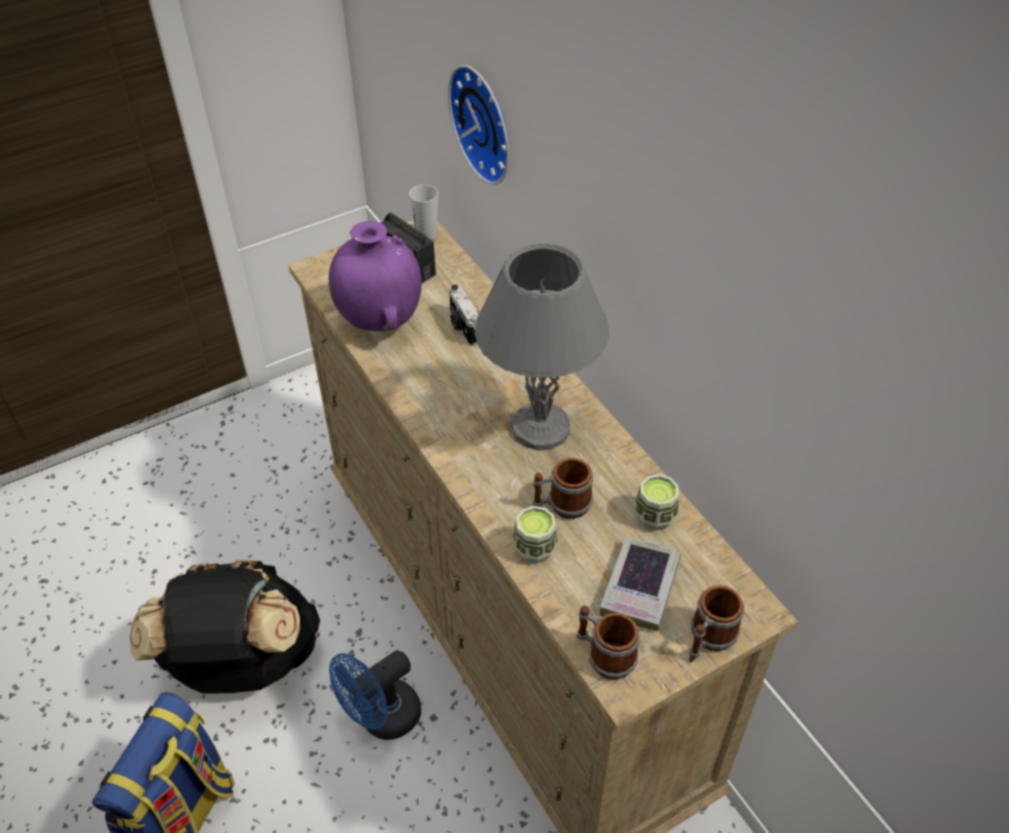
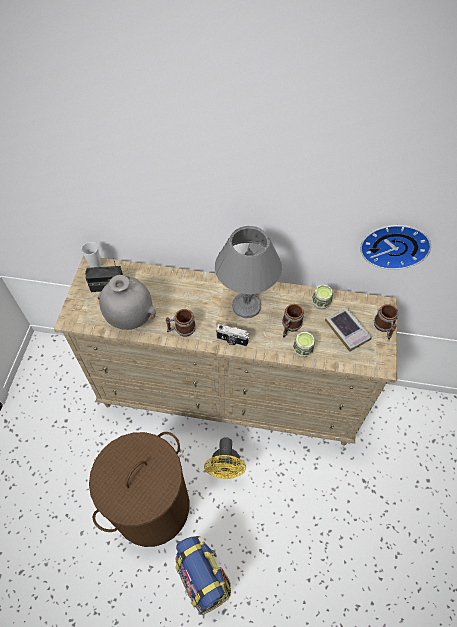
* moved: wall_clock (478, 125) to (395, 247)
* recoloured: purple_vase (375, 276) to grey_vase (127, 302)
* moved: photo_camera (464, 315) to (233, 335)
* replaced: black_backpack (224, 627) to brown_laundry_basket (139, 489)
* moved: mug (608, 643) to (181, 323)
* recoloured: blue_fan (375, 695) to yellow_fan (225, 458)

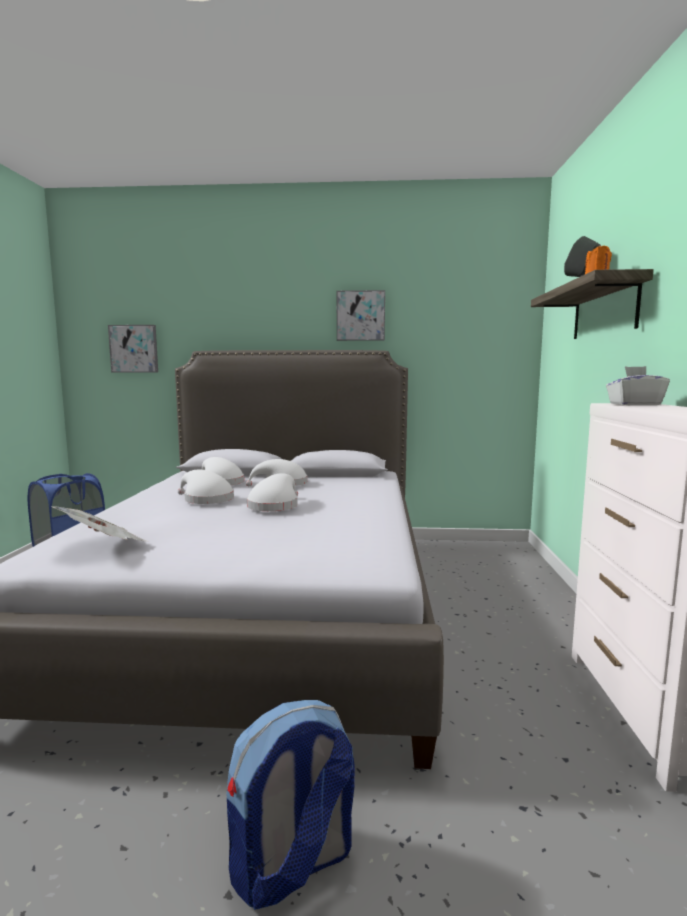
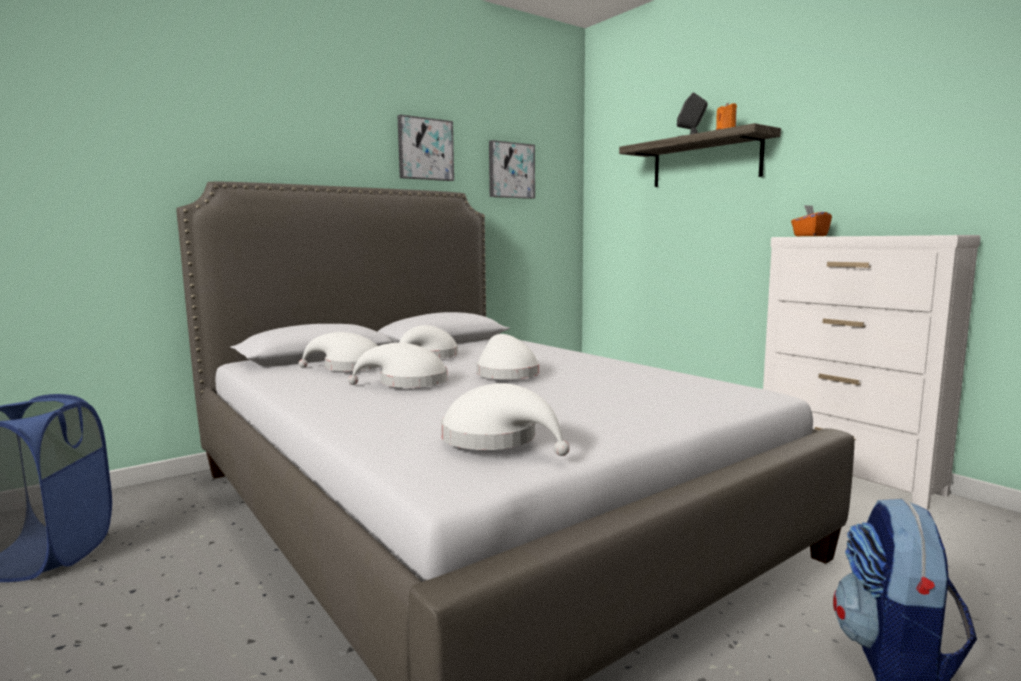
* moved: picture (133, 348) to (512, 169)
* recoloured: white_tissue_box (638, 385) to orange_tissue_box (811, 220)
* replaced: newspaper (98, 523) to white_hat (505, 419)

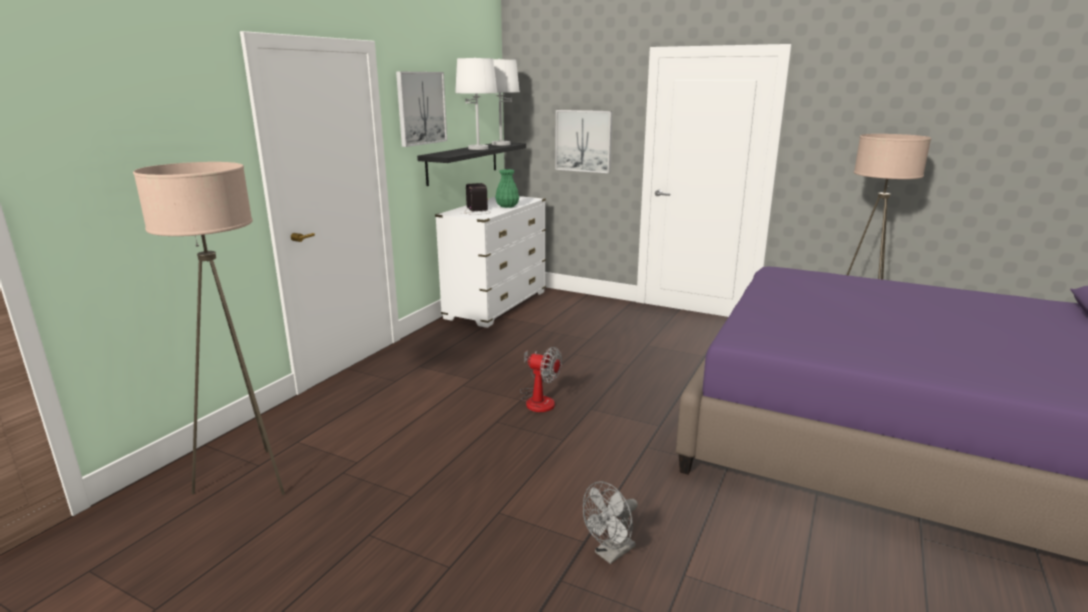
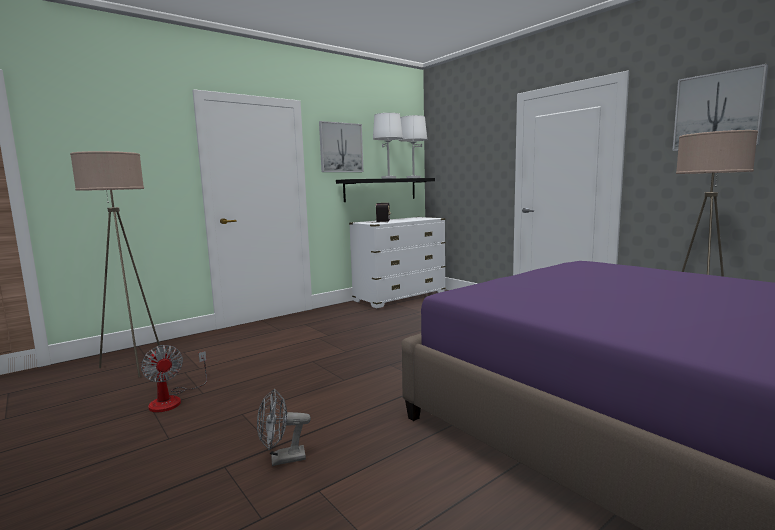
* moved: picture (584, 141) to (720, 107)
* removed: green_vase (507, 188)
* moved: fan (541, 379) to (174, 378)

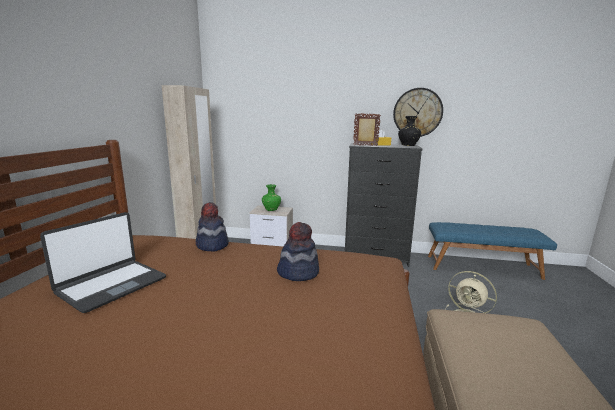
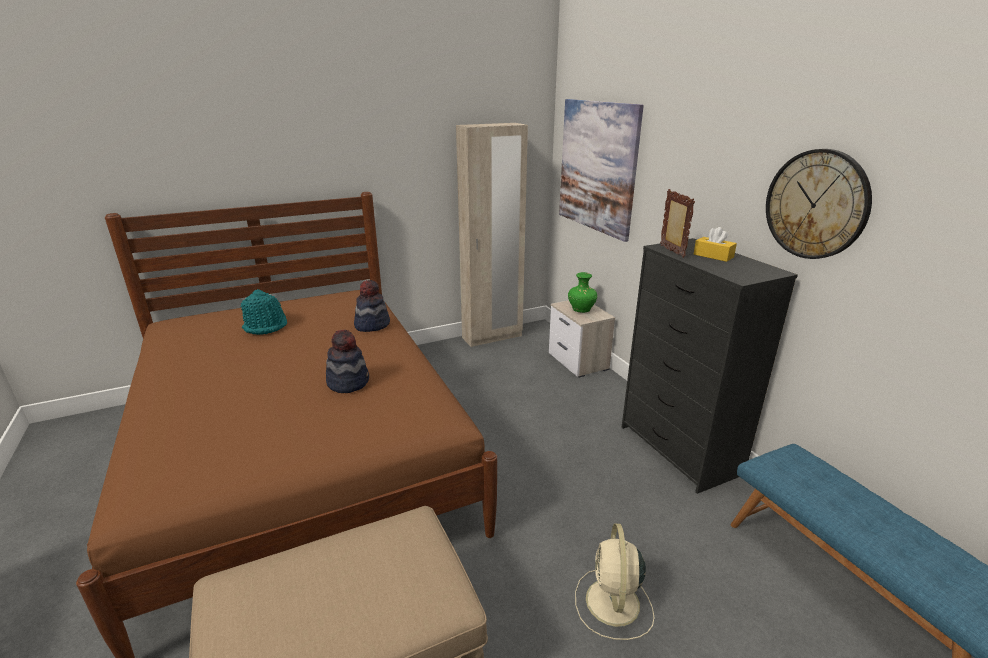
* removed: black_vase (409, 131)
* replaced: laptop (103, 262) to turquoise_hat (264, 312)
* added: picture (601, 170)

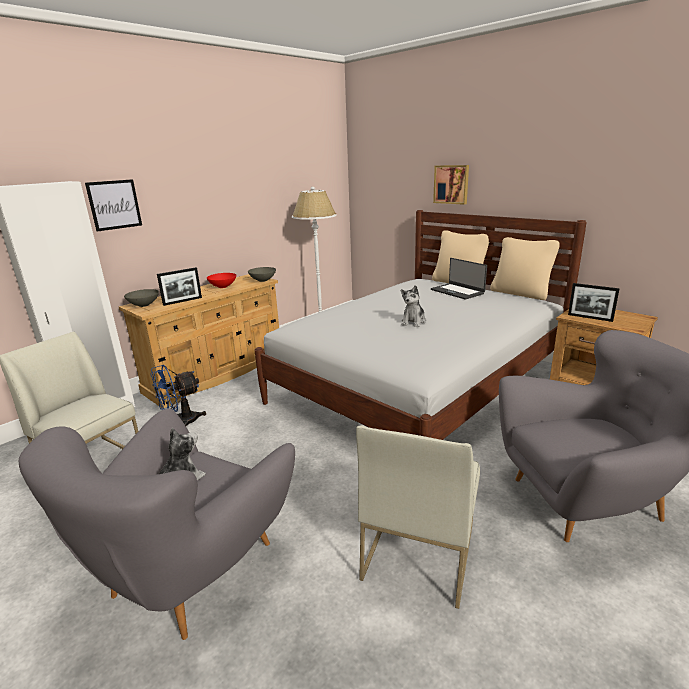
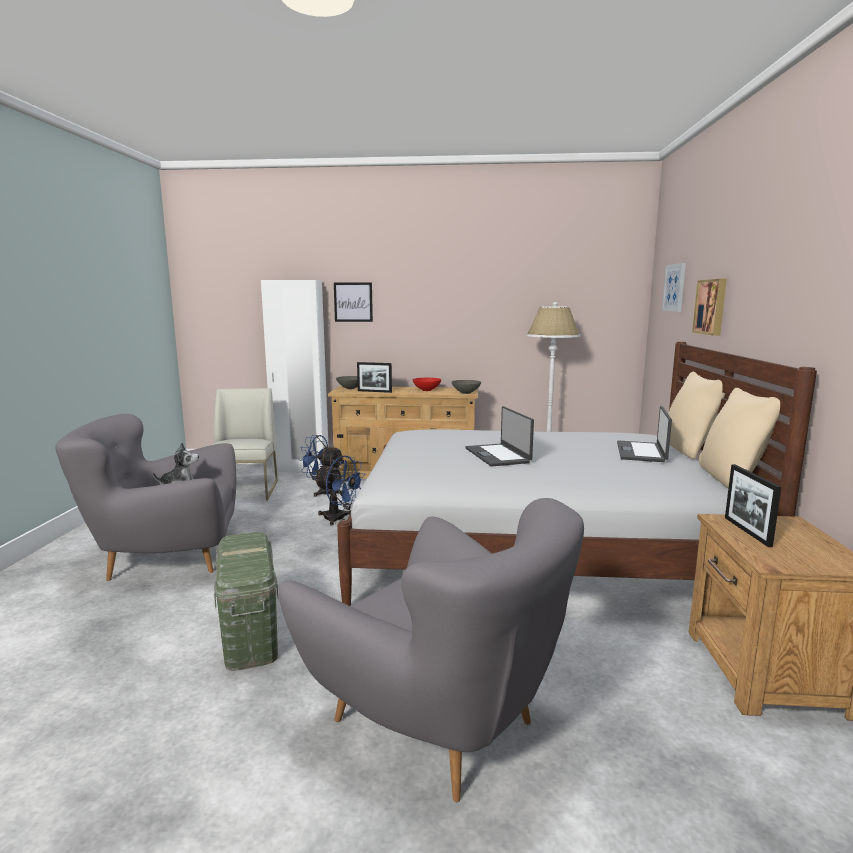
* replaced: plush_toy (413, 306) to laptop (499, 436)
* replaced: white_chair (418, 517) to green_storage_box (246, 601)
* added: picture (674, 287)
* added: blue_fan (339, 491)

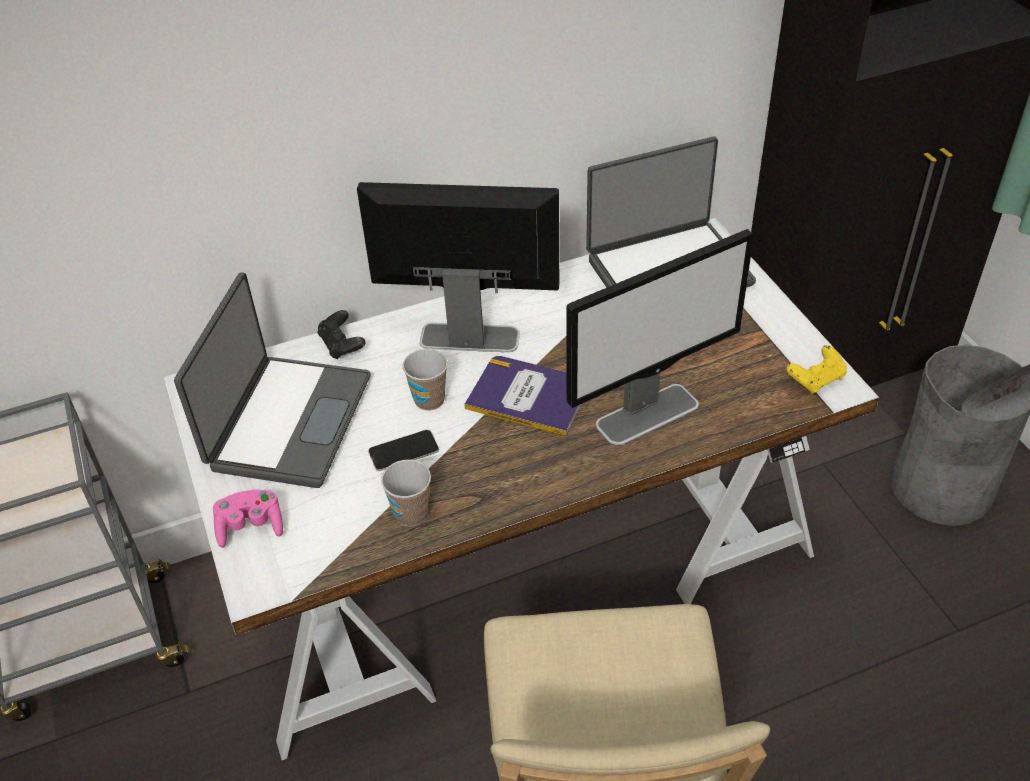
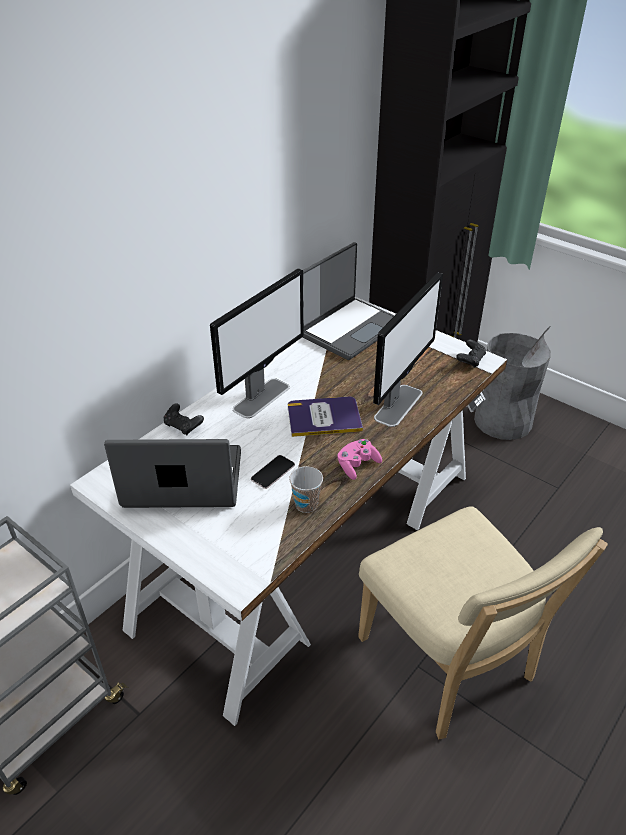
* turned: monitor (458, 267) = (257, 343) 150 degrees clockwise
* turned: laptop (272, 380) = (172, 473) 75 degrees counterclockwise
* recoloured: yellow_game_controller (816, 369) to black_game_controller (471, 354)
* removed: cup (425, 380)
* moved: pink_game_controller (248, 519) to (359, 459)

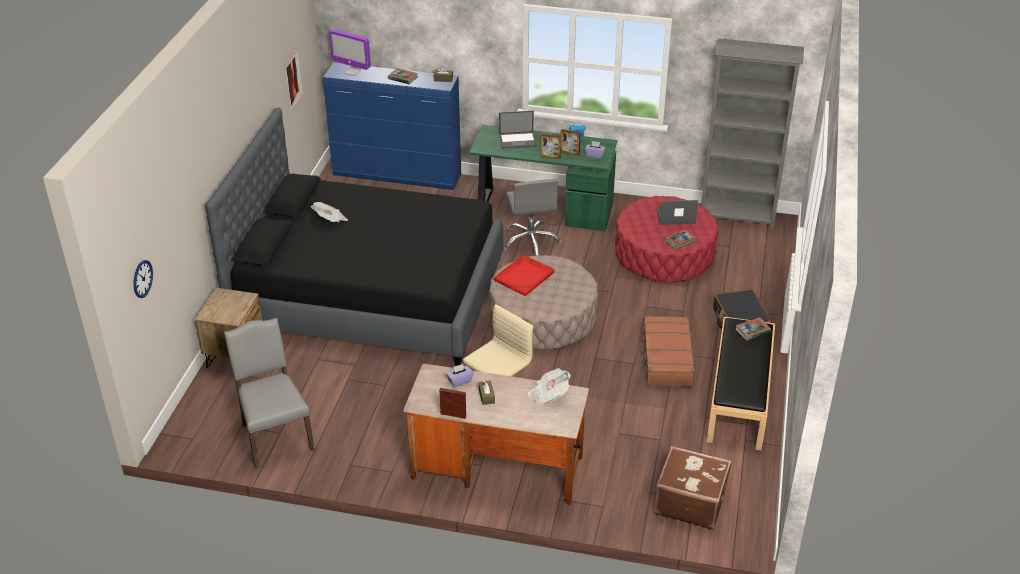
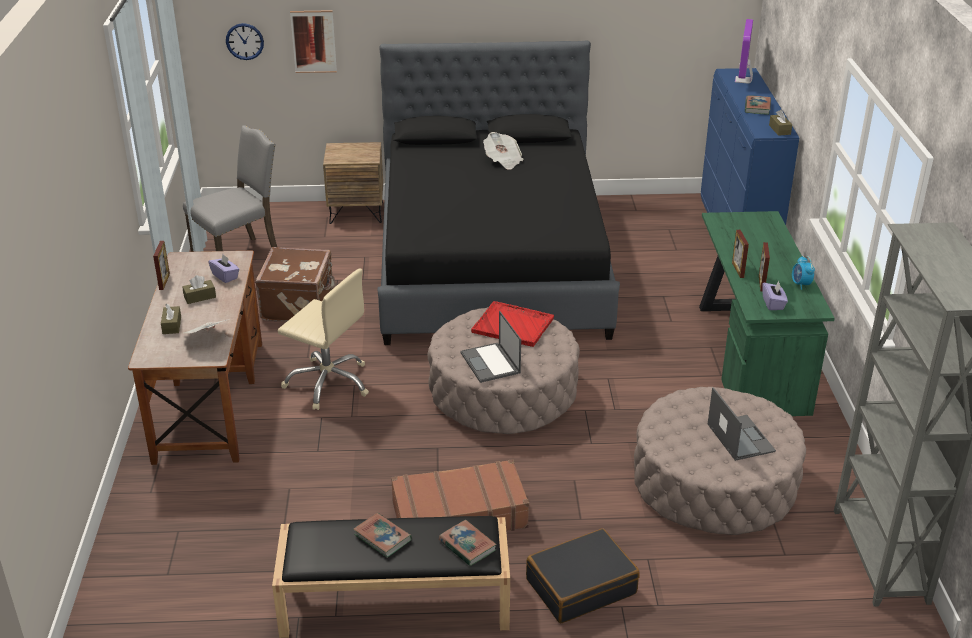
* moved: picture (294, 80) to (313, 41)
* moved: laptop (518, 130) to (490, 347)
* removed: grey_office_chair (532, 217)
* recoloured: red_ottoman (667, 239) to beige_ottoman (720, 461)
* moved: book (680, 240) to (382, 535)
* moved: brown_suitcase (693, 487) to (295, 284)
* added: brown_tissue_box (171, 319)

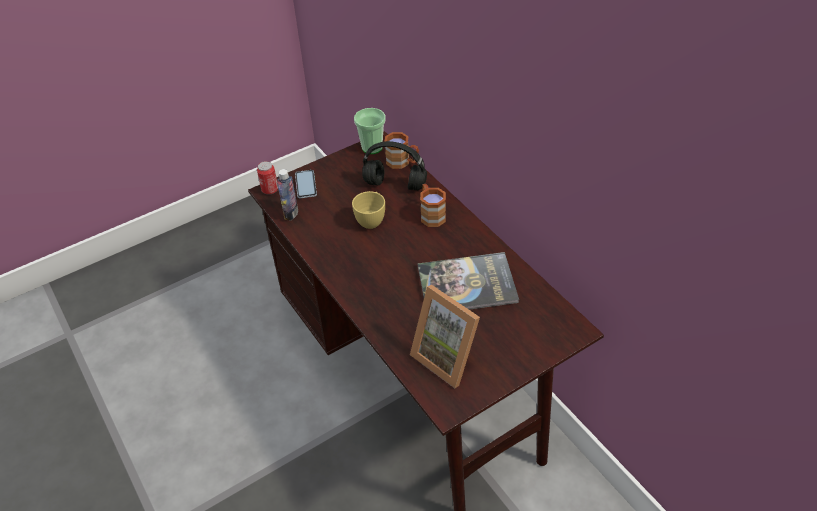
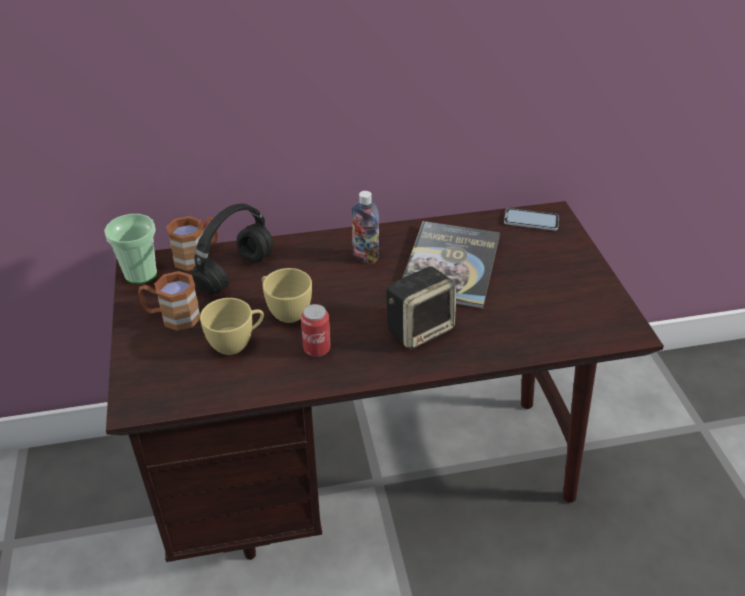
* moved: can (267, 178) to (316, 330)
* moved: bottle (287, 195) to (365, 227)
* moved: phone (306, 184) to (531, 219)
* moved: brown_mug (433, 205) to (169, 301)
* removed: picture_frame (445, 336)
* added: speaker (421, 308)
* added: yellow_cup (232, 326)

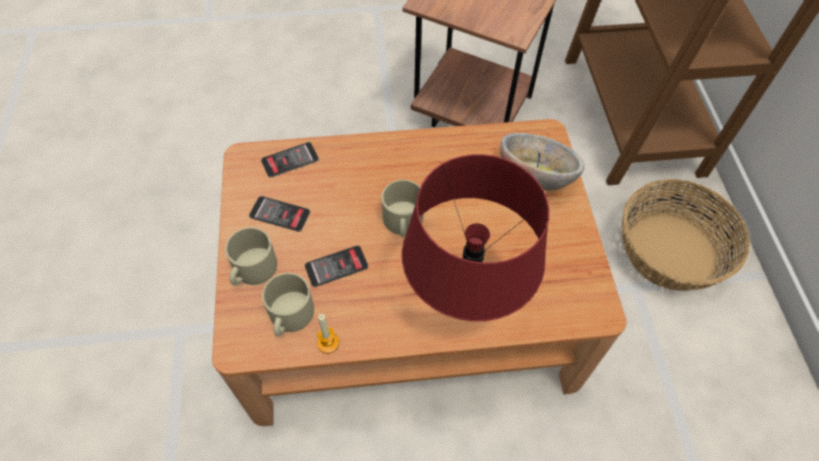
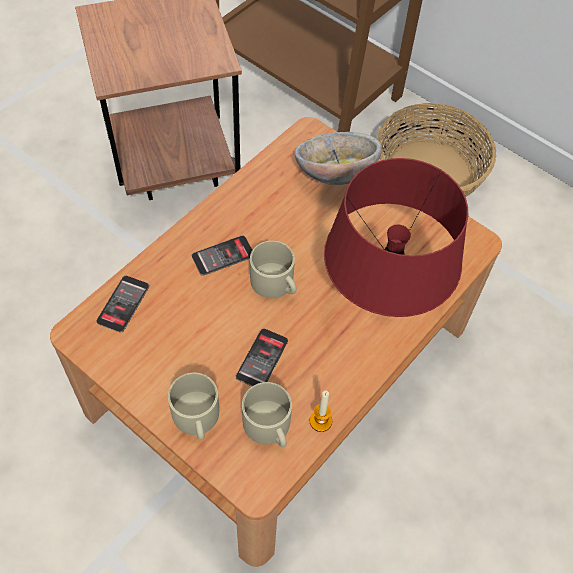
* moved: phone (279, 214) to (222, 255)

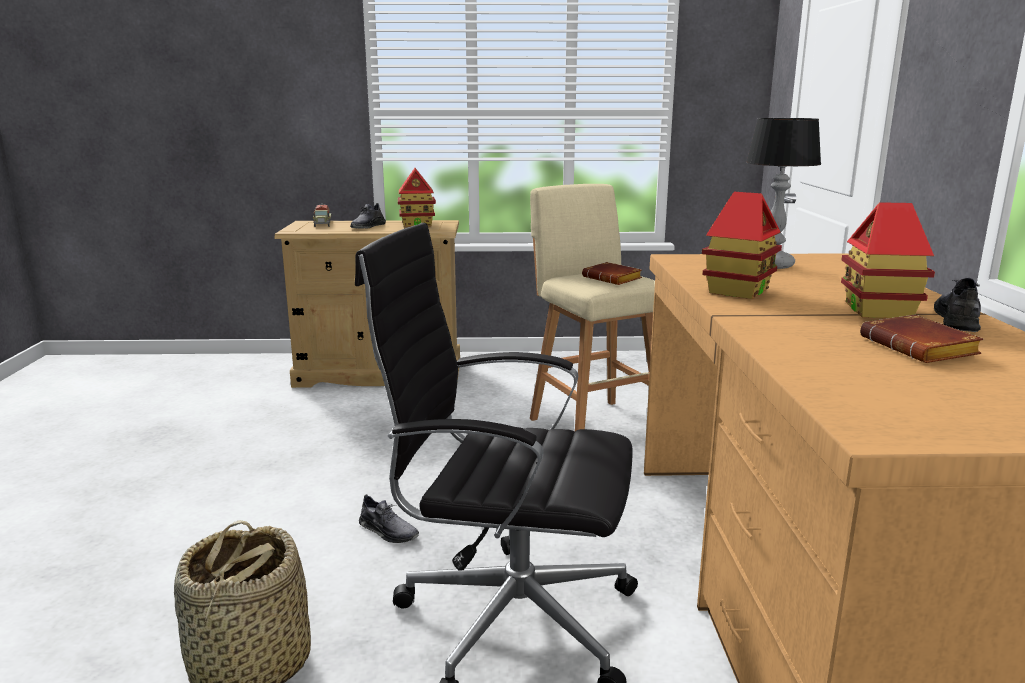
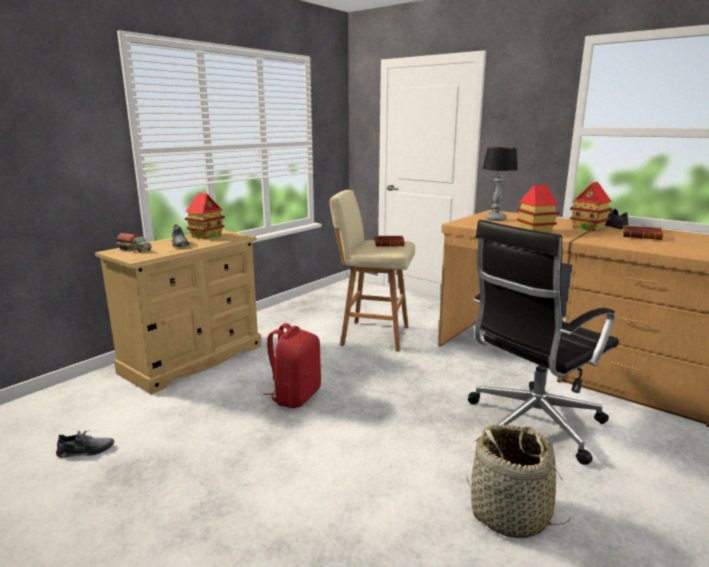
* moved: grey_shoe (389, 518) to (85, 444)
* added: red_backpack (292, 365)

